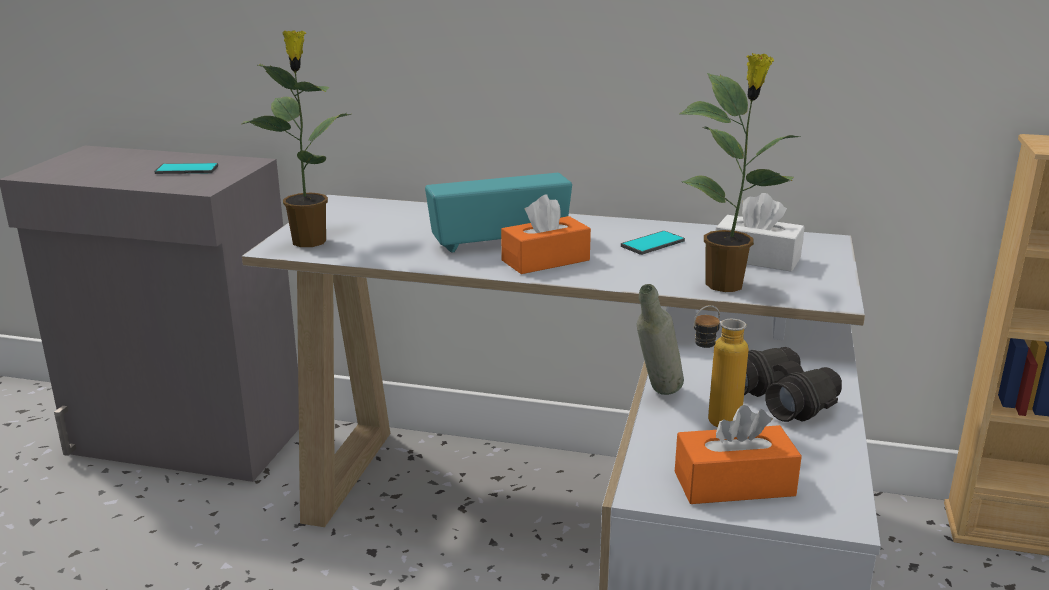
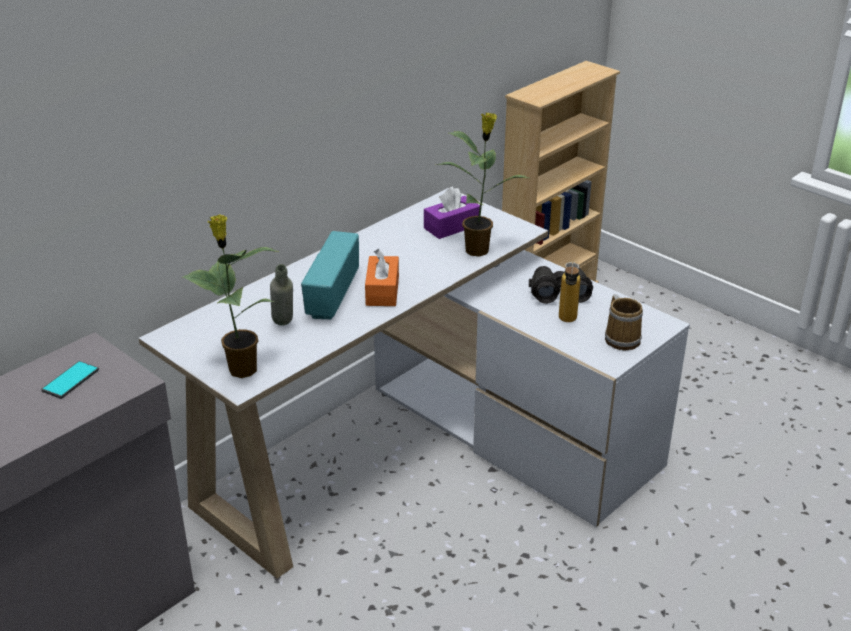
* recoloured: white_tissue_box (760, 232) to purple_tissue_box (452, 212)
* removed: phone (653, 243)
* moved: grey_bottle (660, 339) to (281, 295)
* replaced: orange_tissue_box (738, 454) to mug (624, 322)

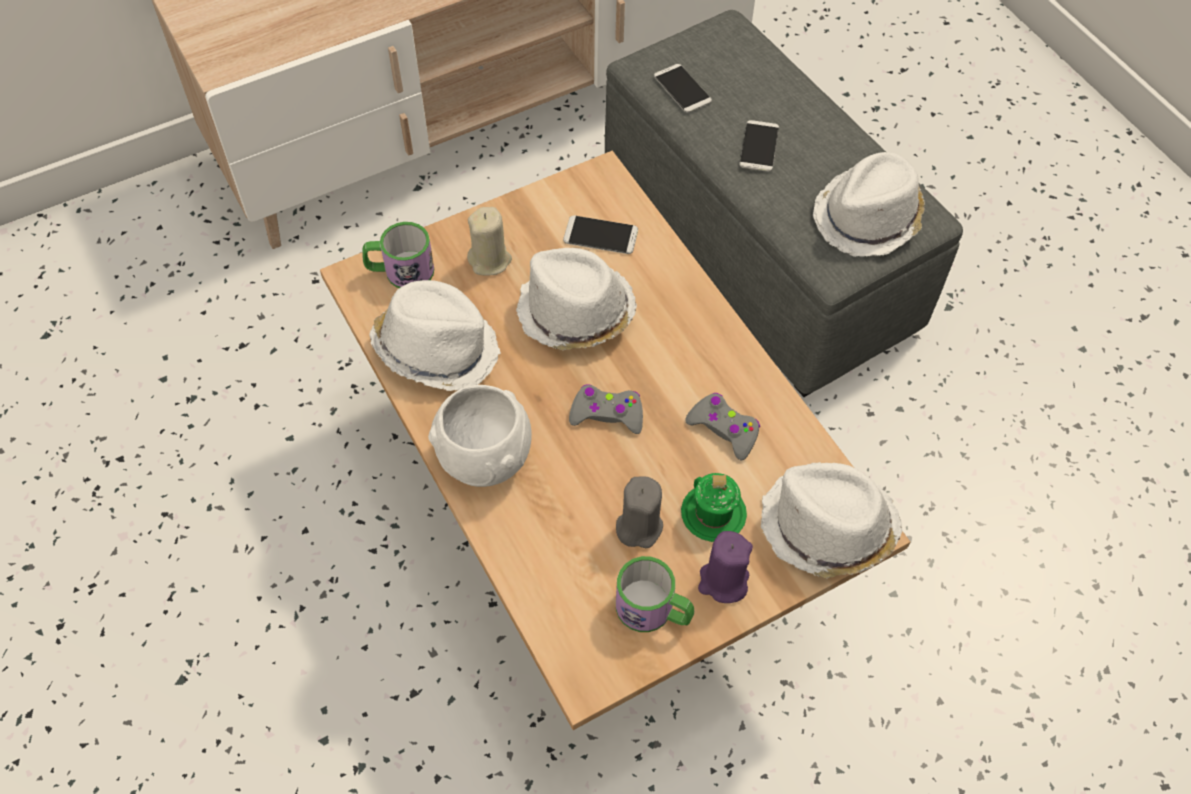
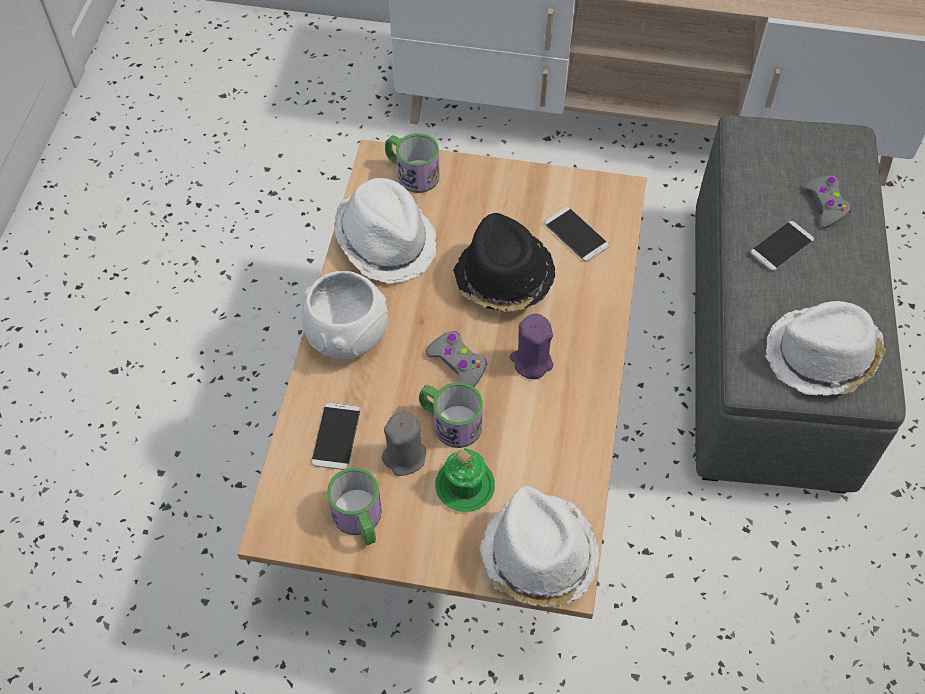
* moved: phone (683, 88) to (336, 436)
* removed: beige_candle (489, 241)
* recoloured: white_hat (576, 299) to black_hat (504, 262)
* moved: grey_game_controller (722, 426) to (827, 202)
* moved: purple_candle (725, 567) to (531, 346)
* added: mug (451, 415)

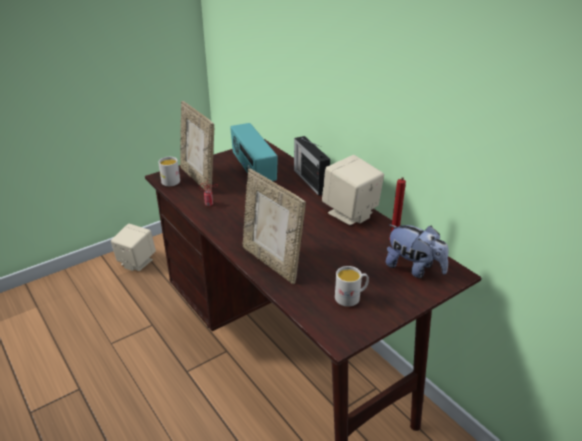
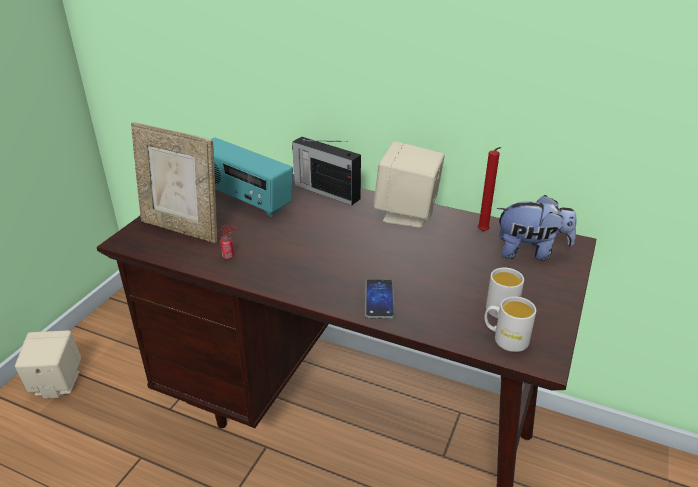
* moved: white_mug (169, 171) to (510, 324)
* replaced: picture_frame (274, 226) to phone (380, 299)

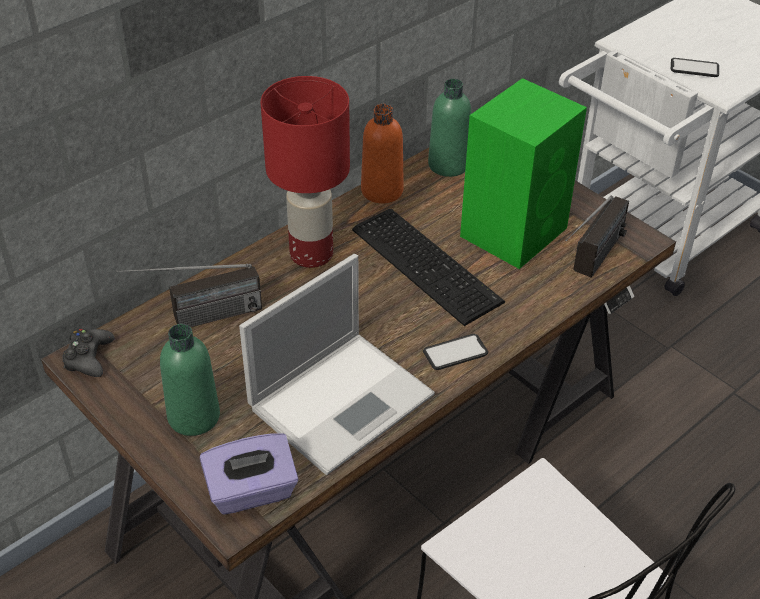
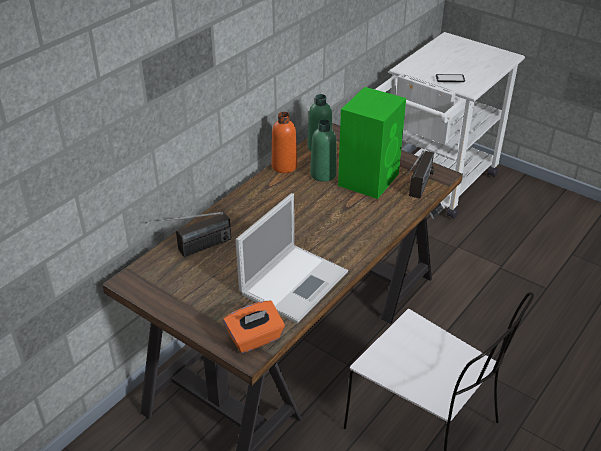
* removed: red_table_lamp (305, 172)
* removed: keyboard (428, 267)
* moved: green_bottle (190, 380) to (323, 150)
* removed: black_game_controller (88, 353)
* removed: phone (455, 352)
* recoloured: purple_tissue_box (249, 474) to orange_tissue_box (254, 327)

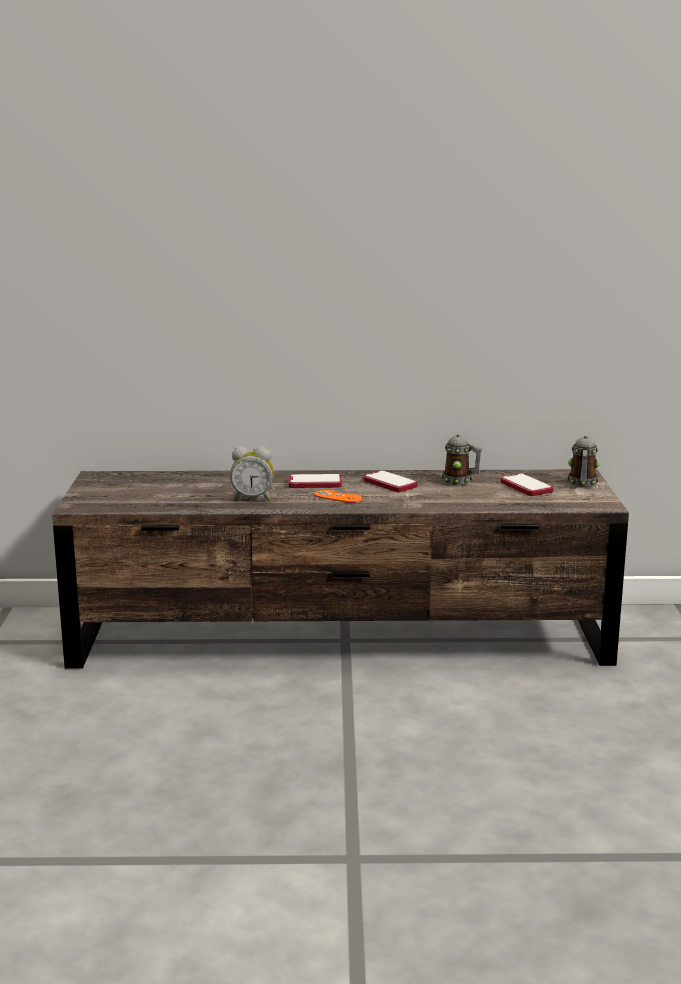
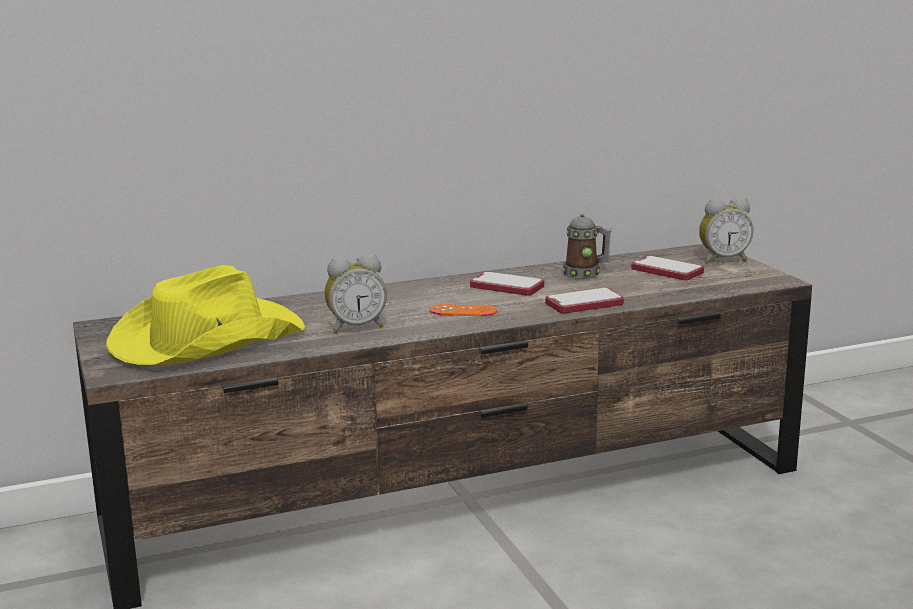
* replaced: mug (583, 461) to alarm_clock (726, 230)
* moved: phone (315, 481) to (584, 300)
* added: yellow_hat (205, 315)

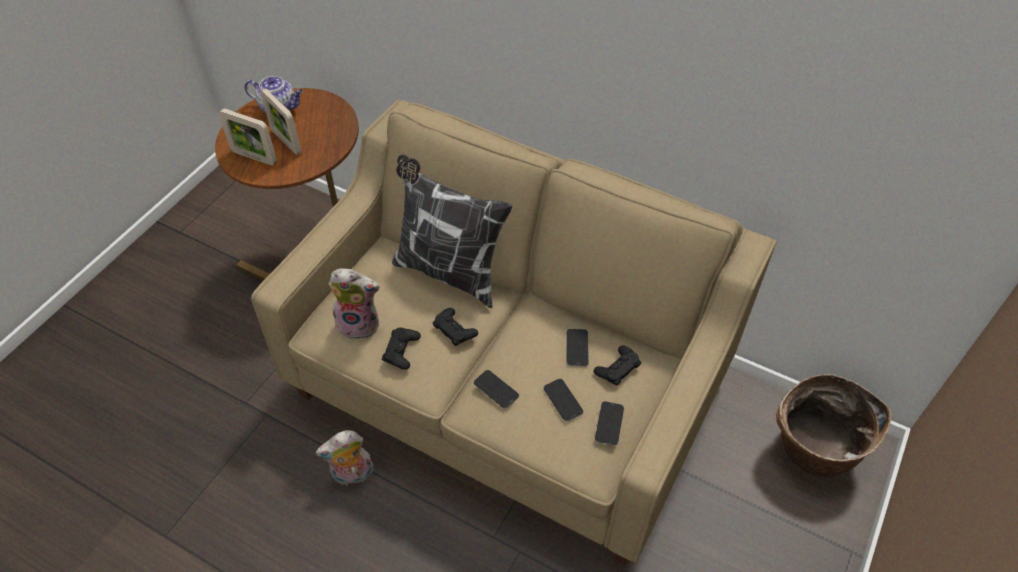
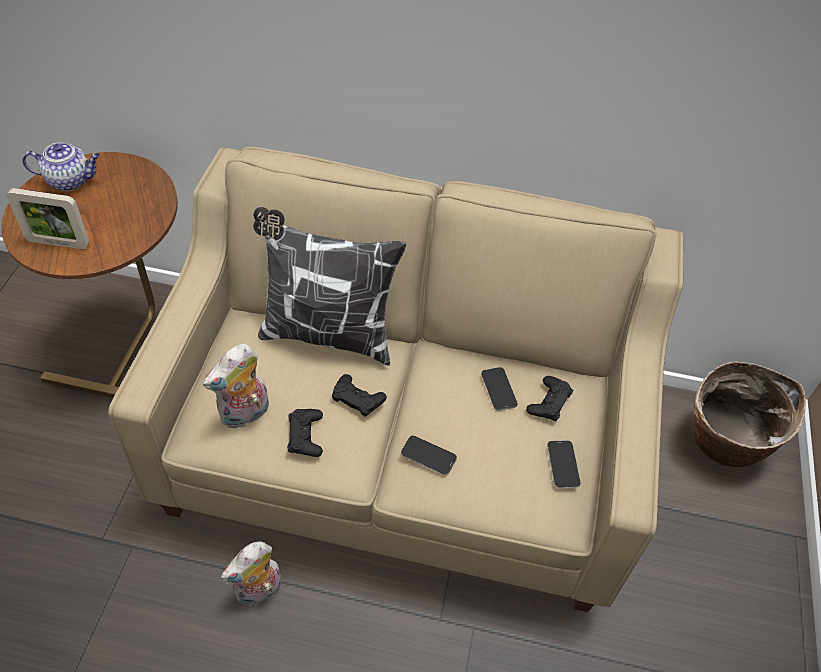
* removed: picture_frame (281, 121)
* turned: plush_toy (354, 303) = (236, 387) 150 degrees clockwise
* removed: phone (563, 400)

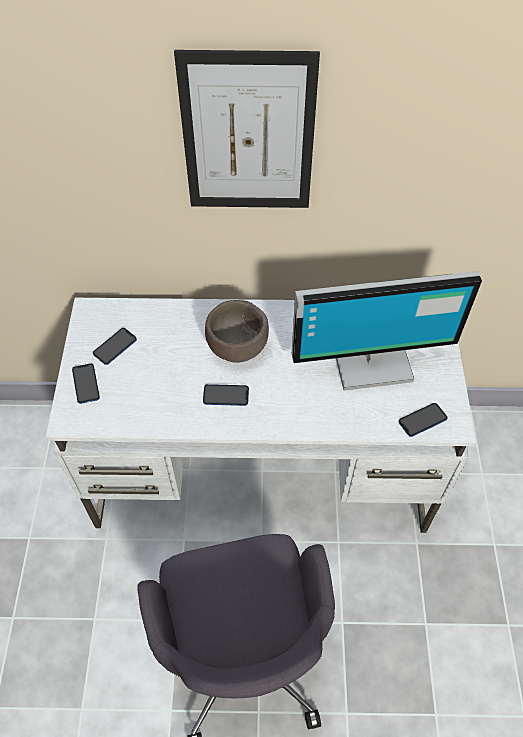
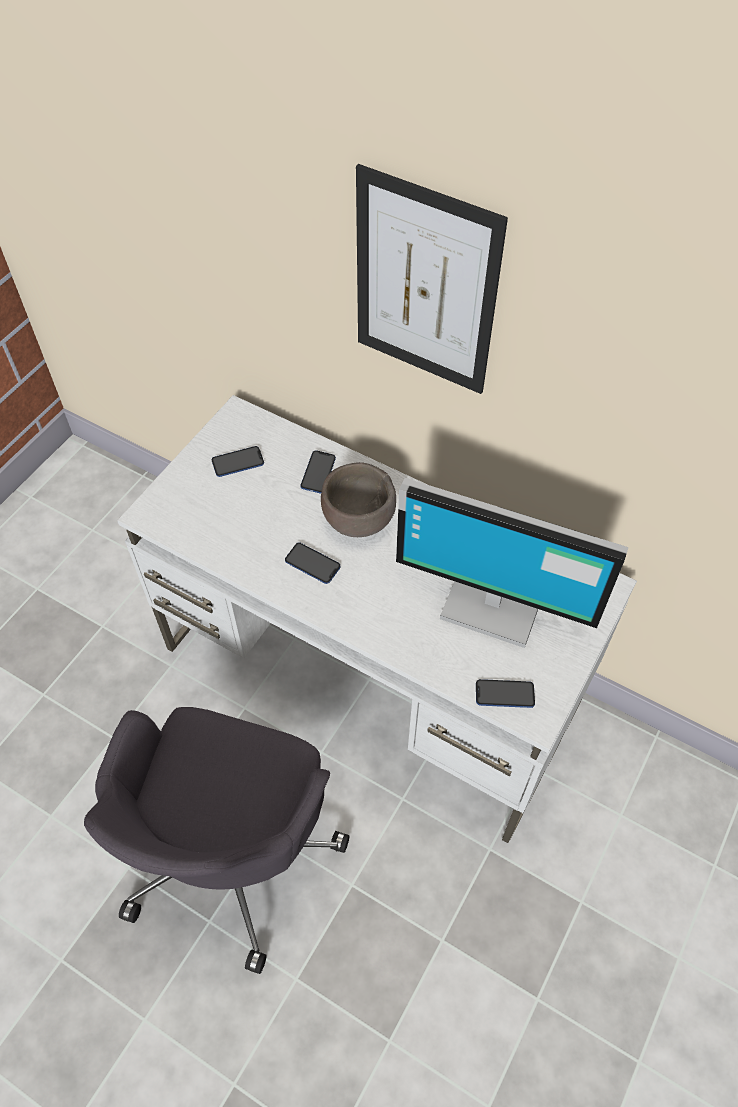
* moved: phone (86, 384) to (318, 472)

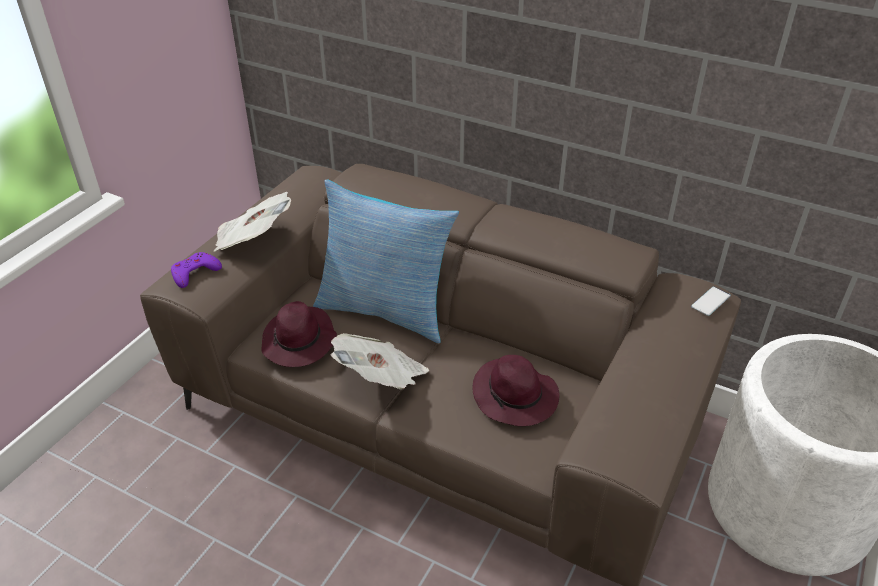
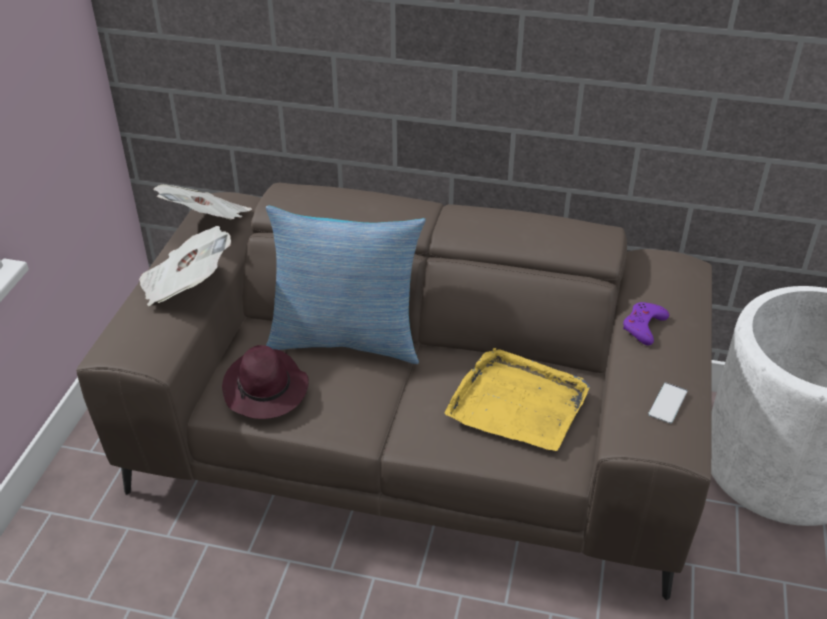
* moved: purple_game_controller (196, 270) to (646, 323)
* moved: phone (711, 301) to (667, 403)
* moved: newspaper (380, 361) to (203, 202)
* replaced: purple_hat (515, 390) to yellow_tray (517, 399)

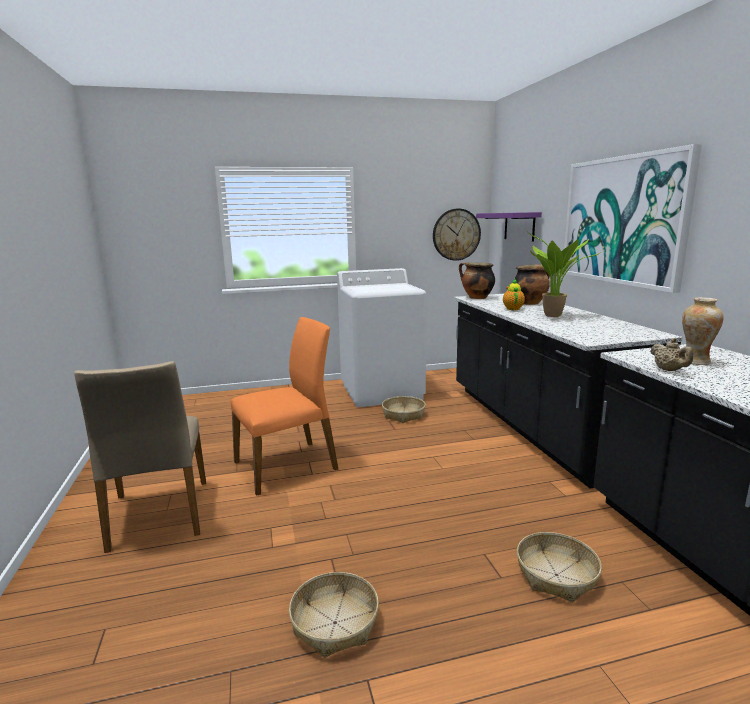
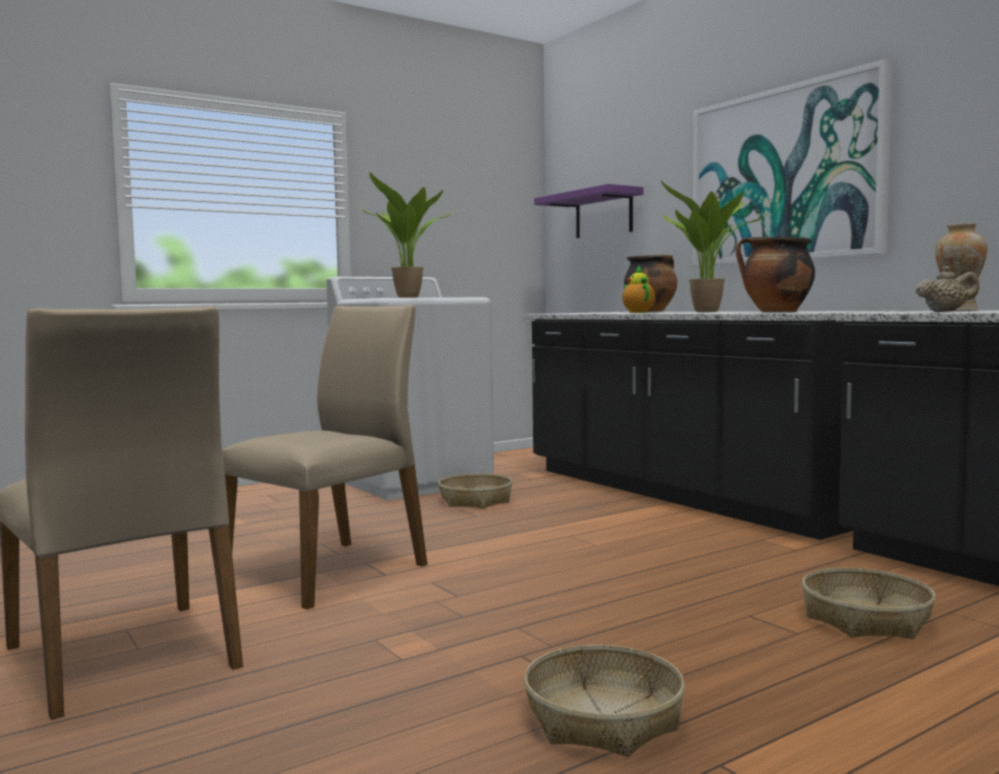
* removed: wall_clock (457, 234)
* moved: cooking_pot (477, 280) to (775, 274)
* recoloured: orange_chair (284, 406) to beige_chair (324, 457)
* turned: beige_teapot (671, 354) = (947, 289) 60 degrees counterclockwise
* added: potted_plant (406, 235)

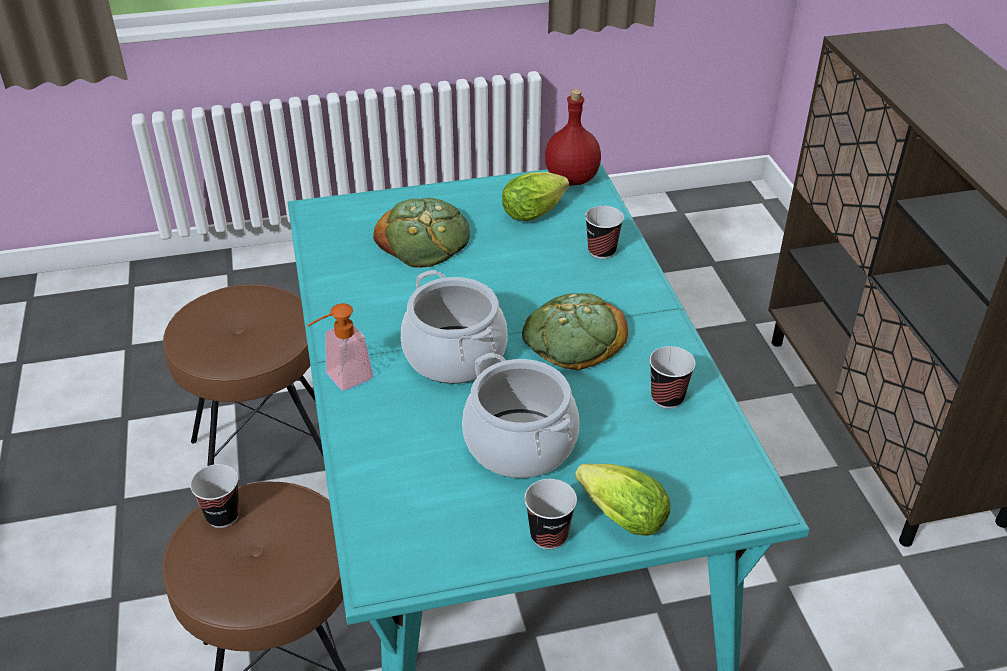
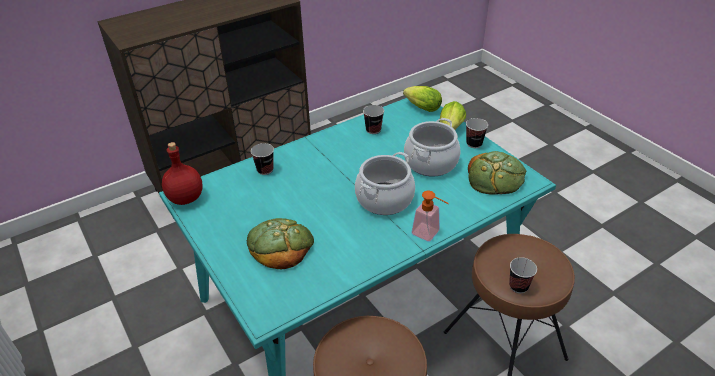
* moved: lettuce (535, 196) to (422, 99)
* moved: bread (575, 331) to (497, 173)

